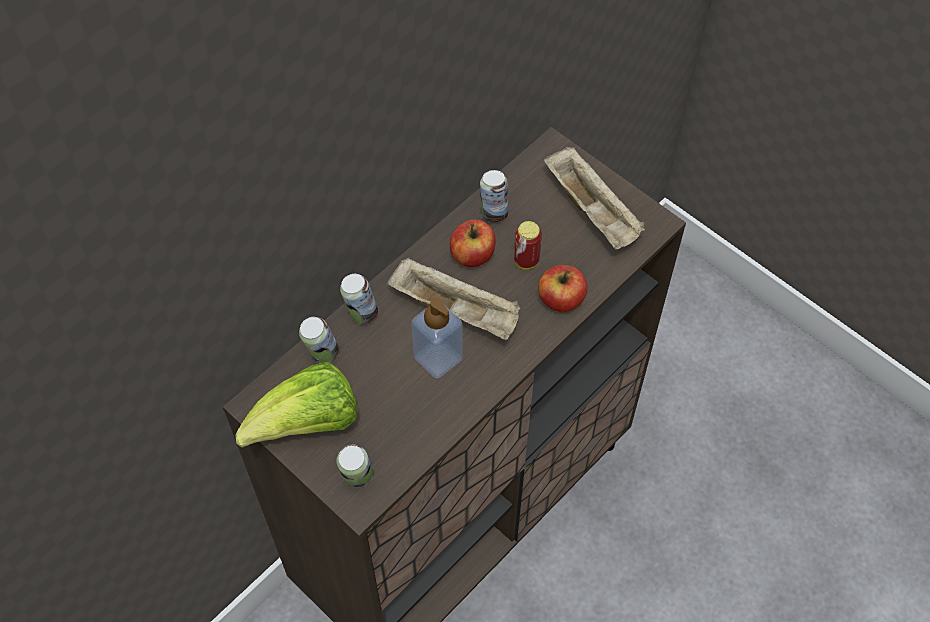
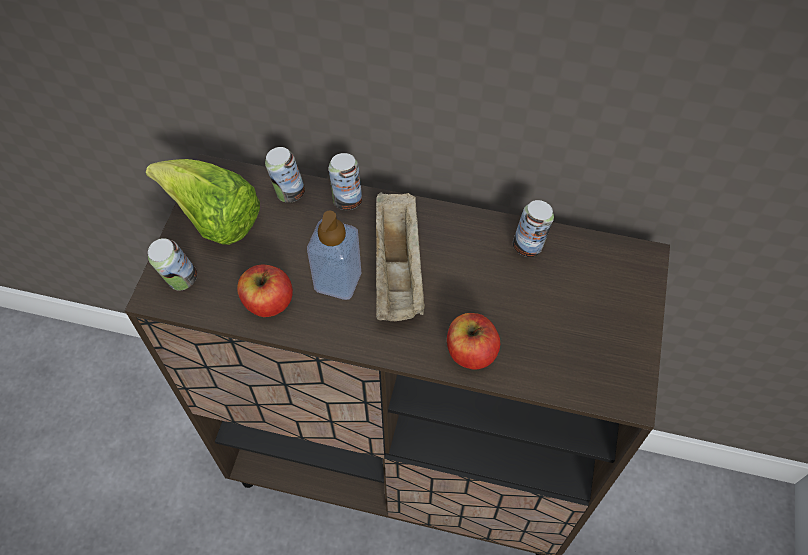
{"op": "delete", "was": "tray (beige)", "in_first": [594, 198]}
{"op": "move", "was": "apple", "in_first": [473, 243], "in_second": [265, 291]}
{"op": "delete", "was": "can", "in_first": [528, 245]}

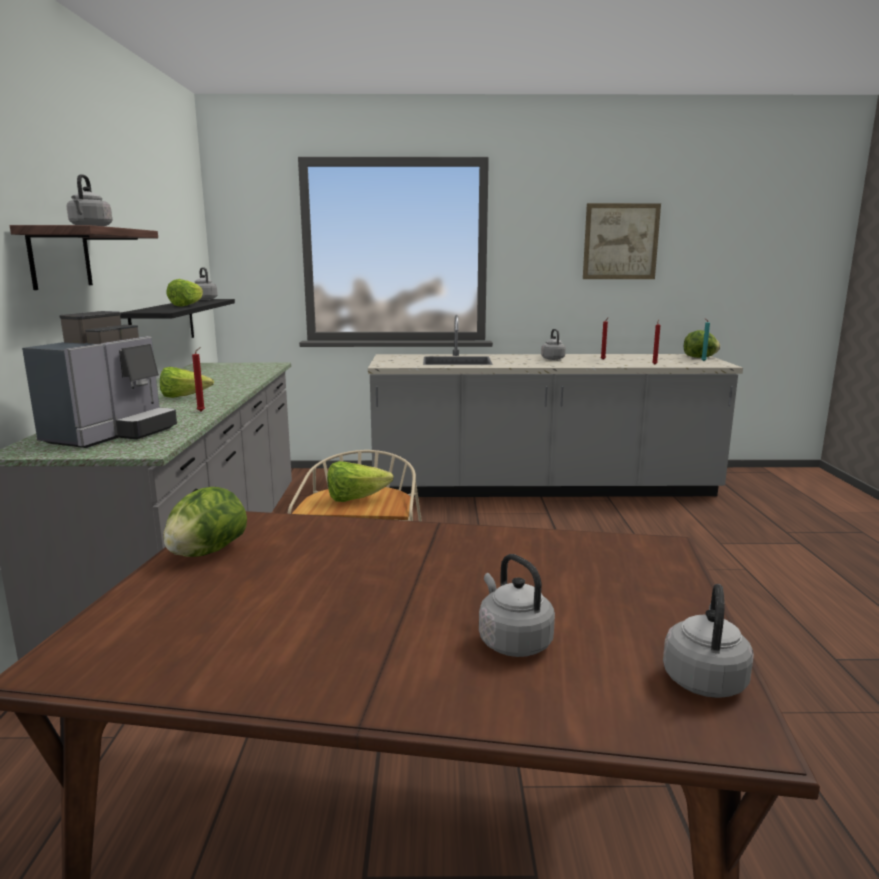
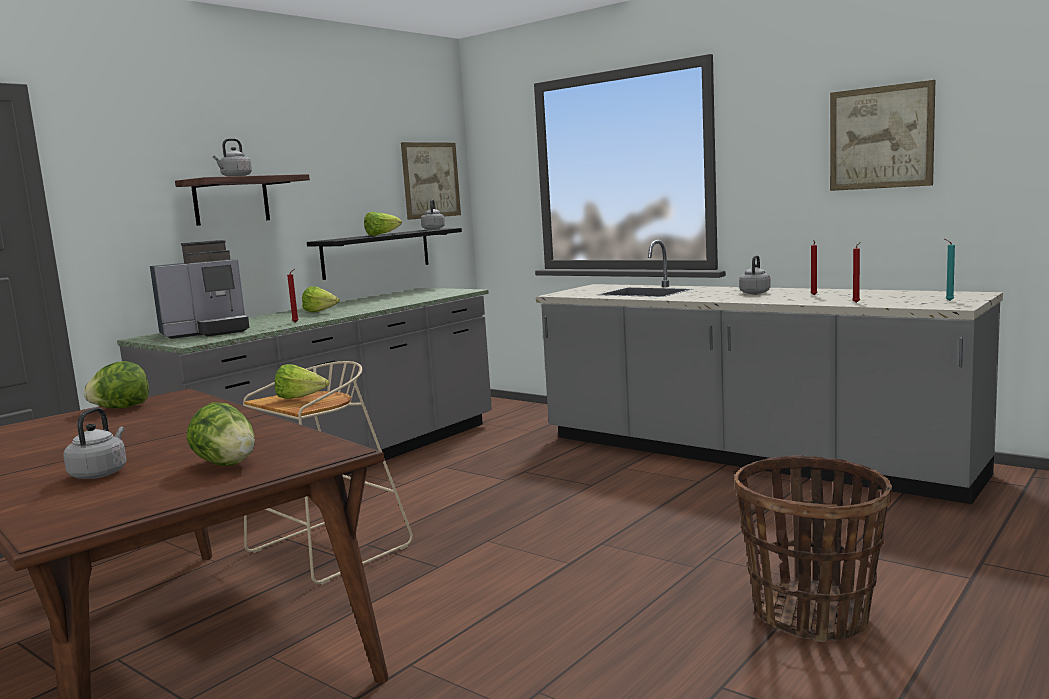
{"op": "move", "was": "lettuce", "in_first": [702, 344], "in_second": [220, 434]}
{"op": "delete", "was": "kettle (grey)", "in_first": [708, 641]}
{"op": "insert", "now": "picture", "in_second": [431, 181]}
{"op": "insert", "now": "basket", "in_second": [813, 548]}

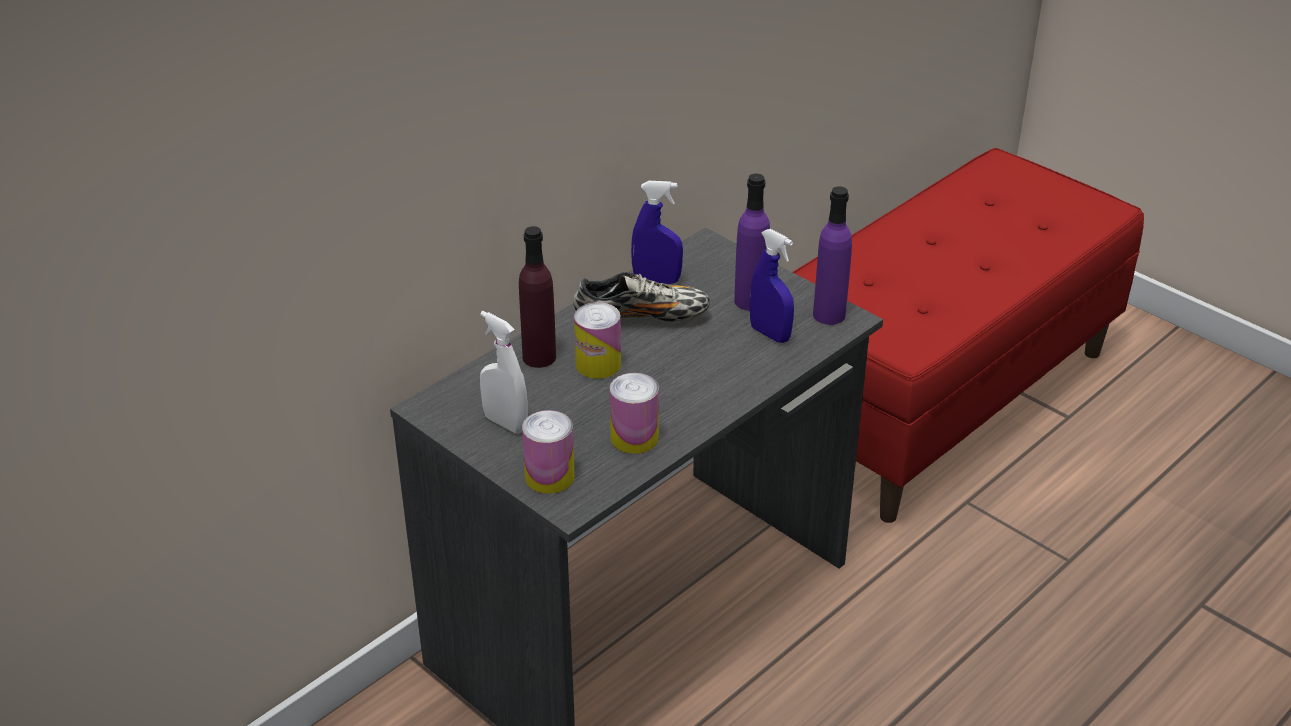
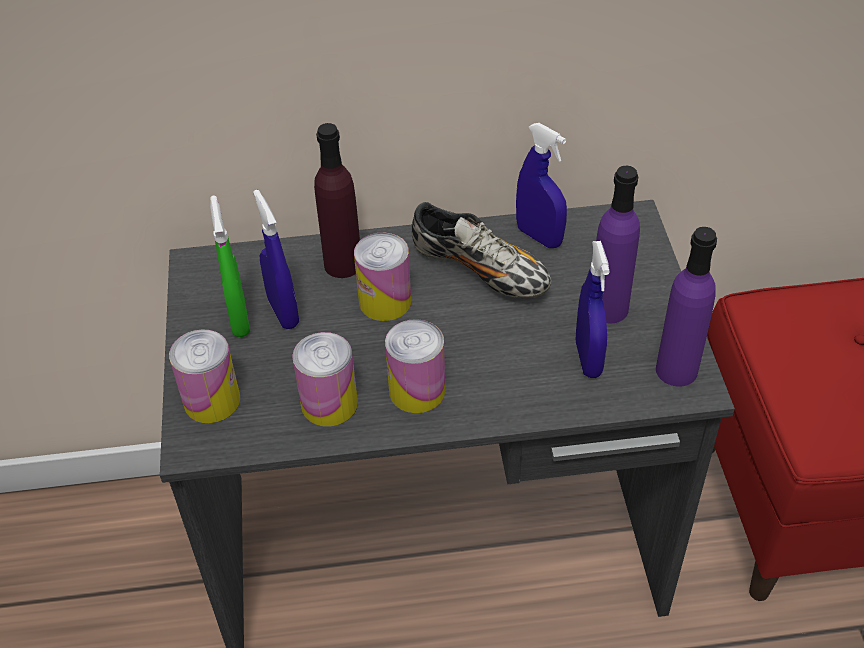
{"op": "recolor", "was": "spray bottle (white)", "now": "spray bottle (green)", "in_first": [504, 372], "in_second": [230, 266]}
{"op": "insert", "now": "spray bottle (blue)", "in_second": [276, 259]}
{"op": "insert", "now": "can", "in_second": [415, 366]}

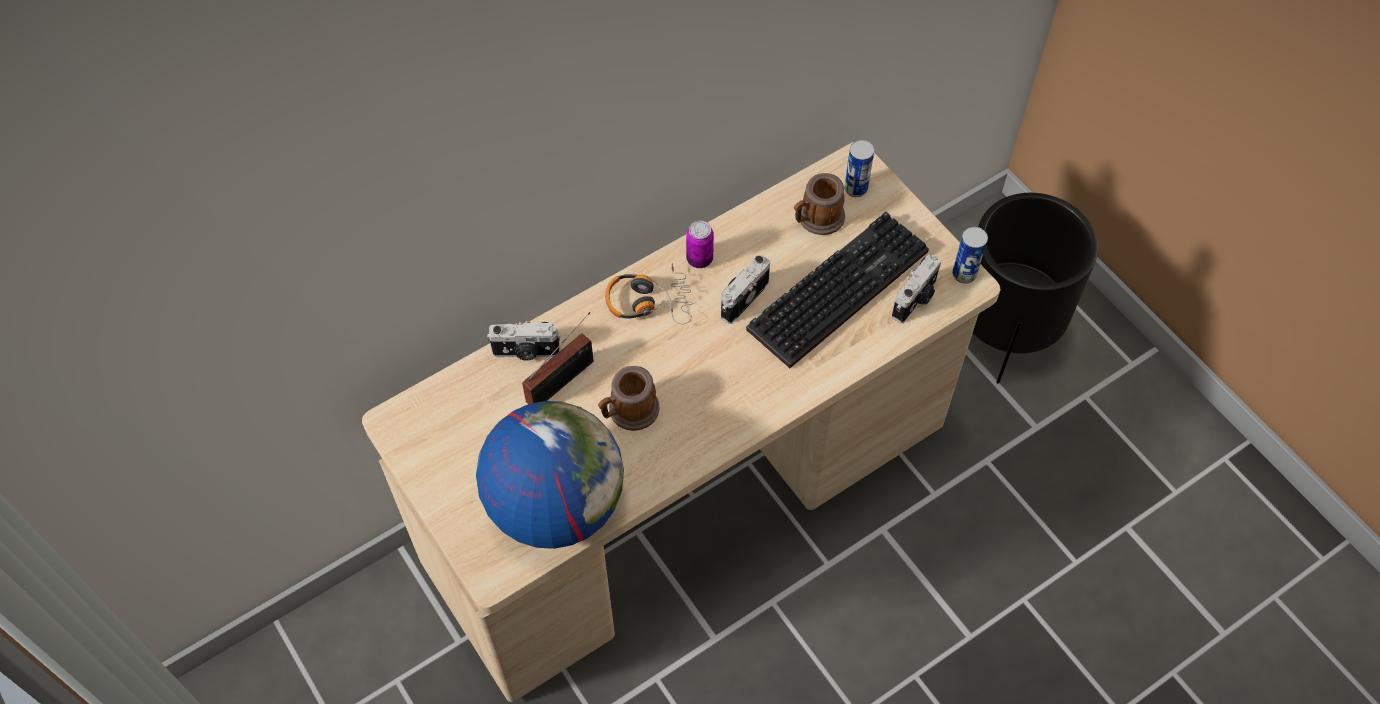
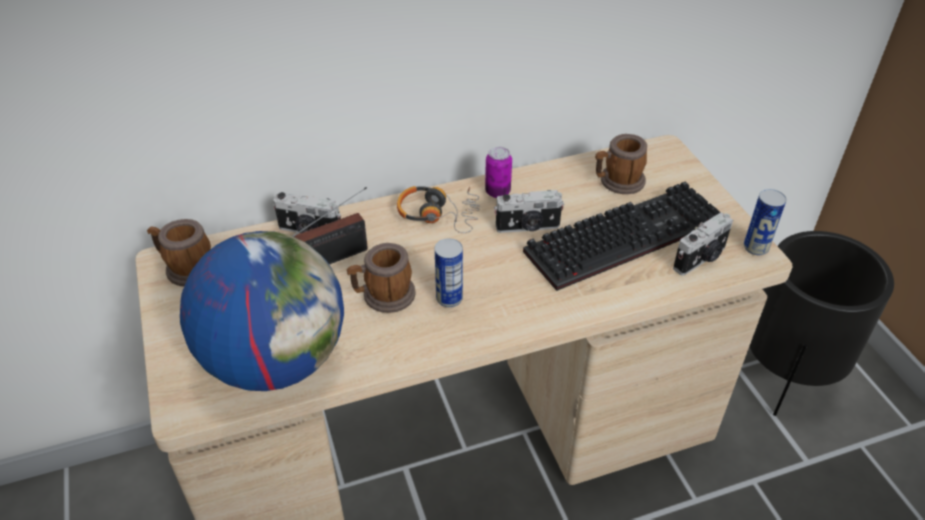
{"op": "move", "was": "can", "in_first": [859, 168], "in_second": [449, 272]}
{"op": "rotate", "was": "photo camera", "in_first": [745, 289], "in_second": [529, 211], "clockwise": -150}
{"op": "insert", "now": "mug", "in_second": [179, 252]}

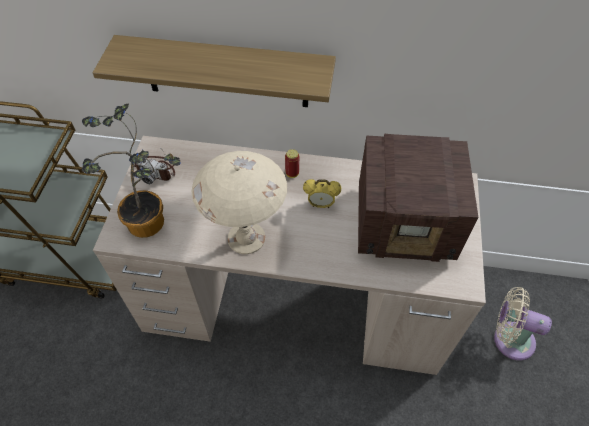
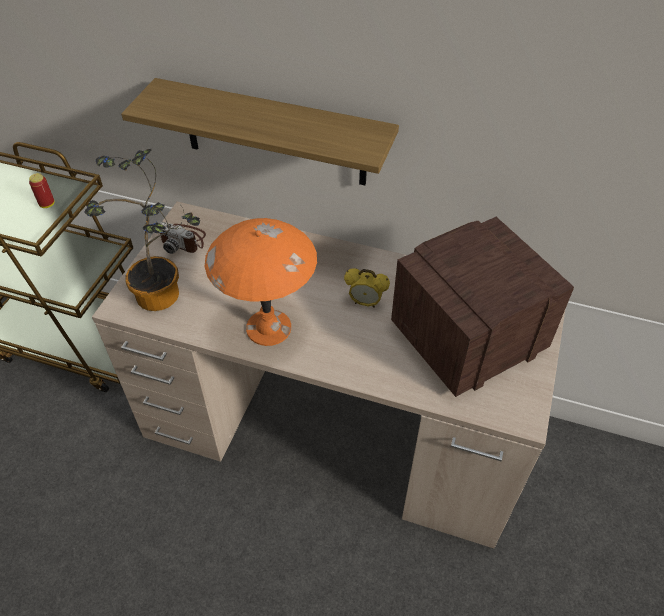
{"op": "rotate", "was": "radio", "in_first": [418, 198], "in_second": [482, 307], "clockwise": 135}
{"op": "move", "was": "can", "in_first": [292, 163], "in_second": [42, 190]}
{"op": "recolor", "was": "table lamp (beige)", "now": "table lamp (orange)", "in_first": [239, 202], "in_second": [260, 282]}
{"op": "delete", "was": "fan (beige)", "in_first": [523, 323]}

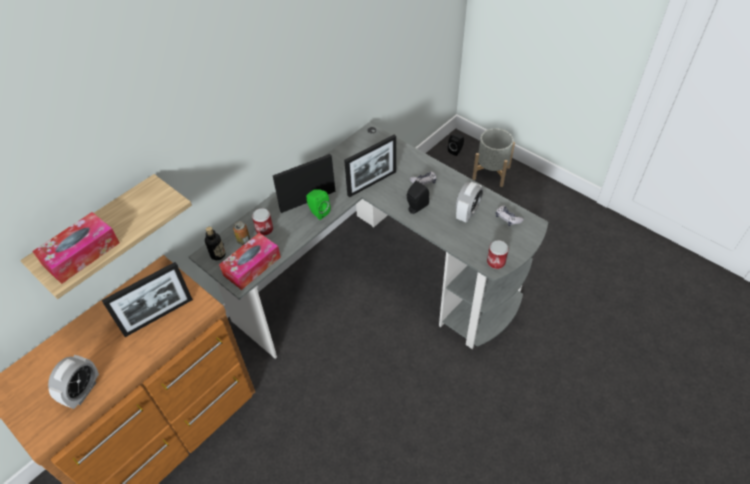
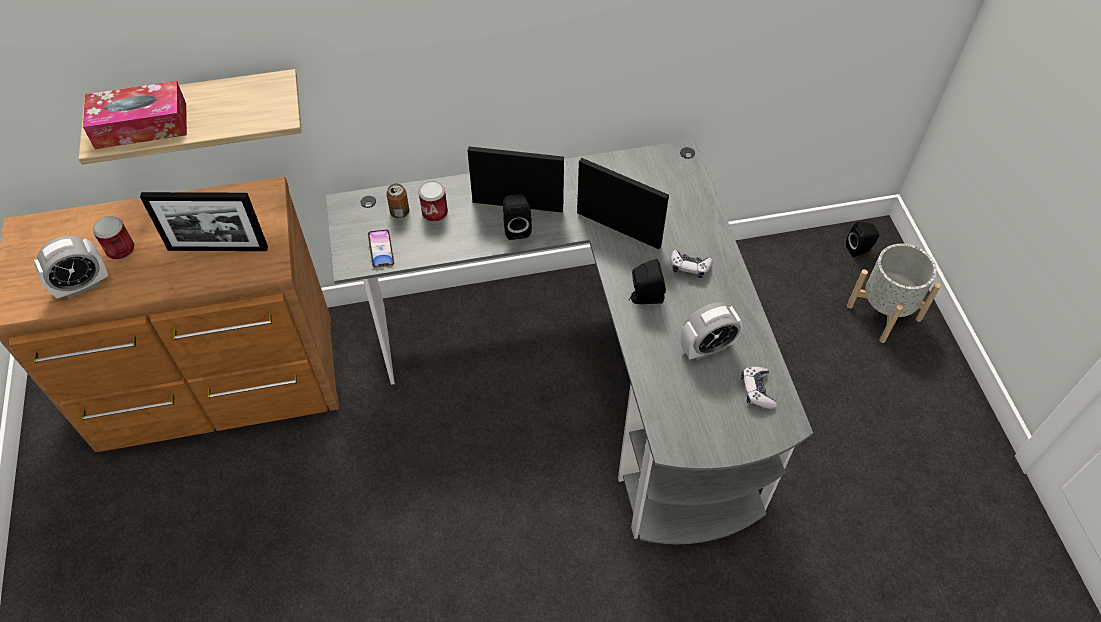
{"op": "rotate", "was": "picture frame", "in_first": [370, 166], "in_second": [623, 203], "clockwise": -150}
{"op": "recolor", "was": "speaker (green)", "now": "speaker (black)", "in_first": [318, 204], "in_second": [517, 217]}
{"op": "delete", "was": "bottle", "in_first": [215, 243]}
{"op": "replace", "was": "tissue box", "now": "phone", "in_first": [250, 261], "in_second": [381, 249]}
{"op": "move", "was": "can", "in_first": [498, 254], "in_second": [113, 238]}

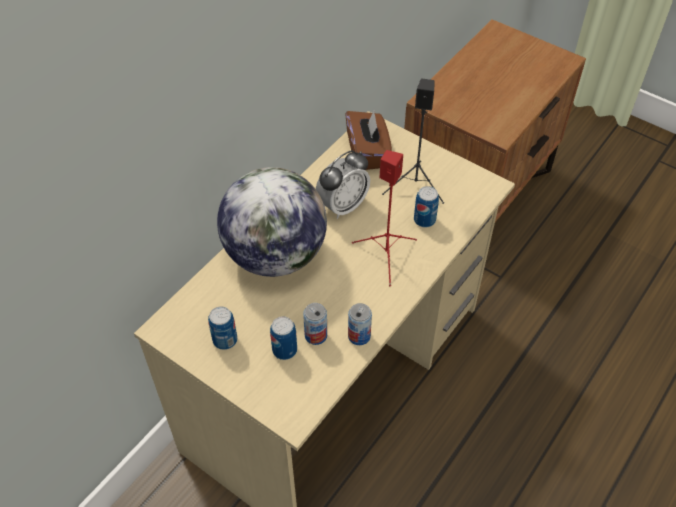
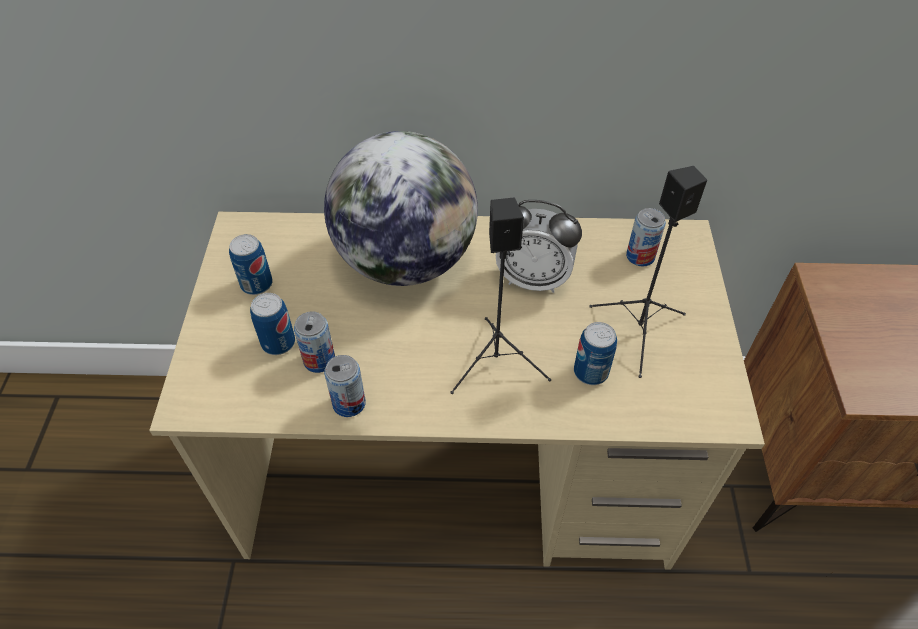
{"op": "replace", "was": "tissue box (brown)", "now": "can", "in_first": [368, 139], "in_second": [646, 237]}
{"op": "recolor", "was": "speaker (red)", "now": "speaker (black)", "in_first": [384, 218], "in_second": [500, 296]}

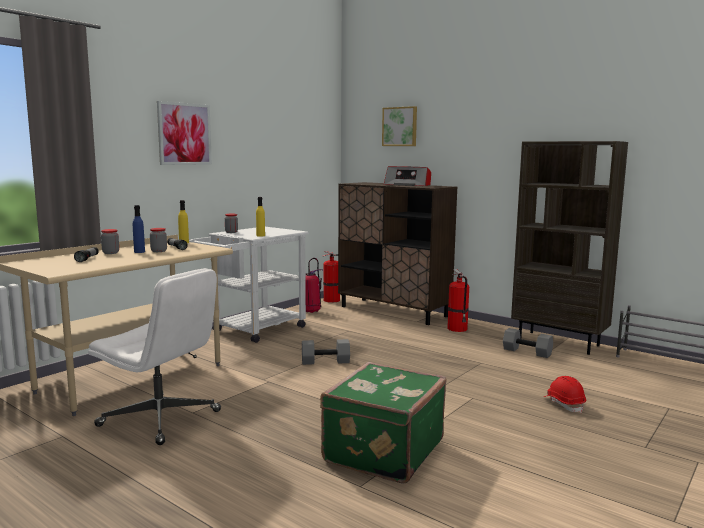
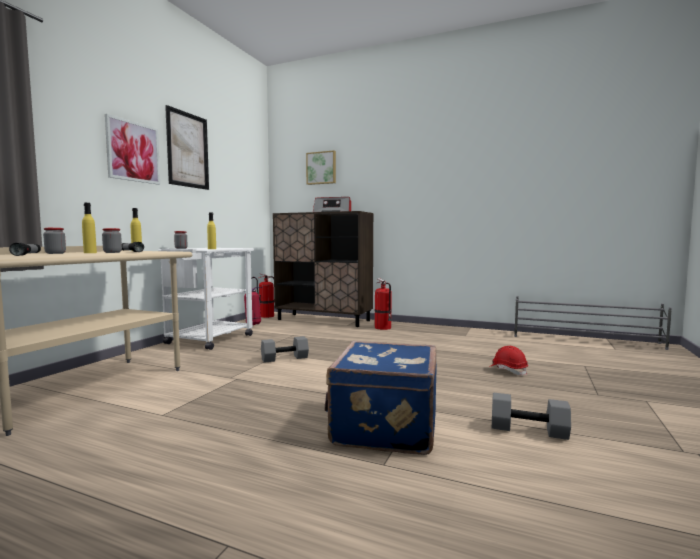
{"op": "delete", "was": "bookcase (brown)", "in_first": [569, 248]}
{"op": "recolor", "was": "bottle (blue)", "now": "bottle (yellow)", "in_first": [139, 229], "in_second": [89, 228]}
{"op": "delete", "was": "office chair (white)", "in_first": [154, 356]}
{"op": "move", "was": "dumbbell (grey)", "in_first": [528, 343], "in_second": [531, 416]}
{"op": "recolor", "was": "suitcase (green)", "now": "suitcase (blue)", "in_first": [383, 422], "in_second": [380, 398]}
{"op": "insert", "now": "picture", "in_second": [187, 147]}

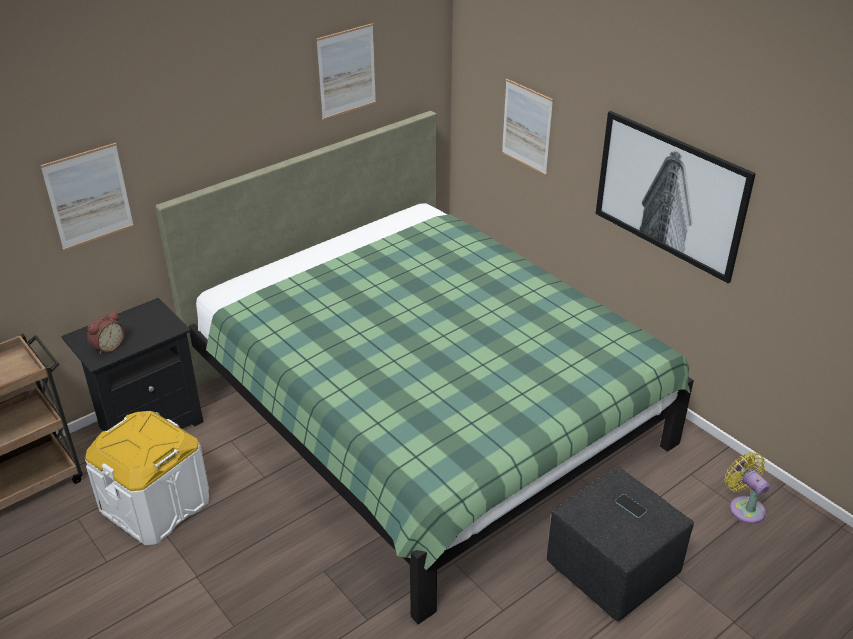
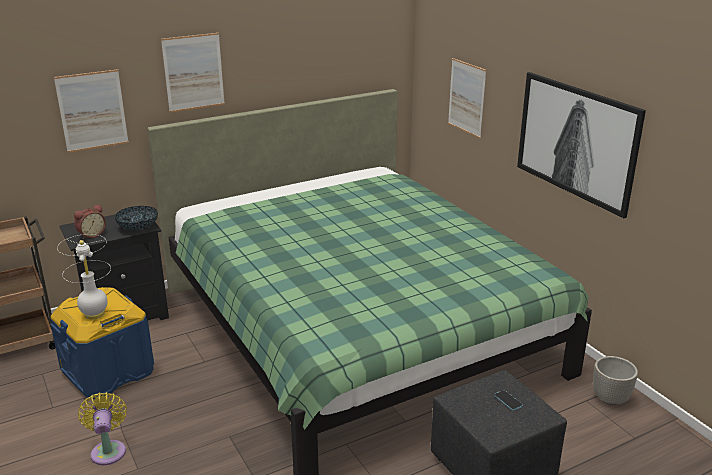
{"op": "move", "was": "picture", "in_first": [346, 71], "in_second": [193, 72]}
{"op": "recolor", "was": "storage box (white)", "now": "storage box (blue)", "in_first": [147, 478], "in_second": [102, 343]}
{"op": "move", "was": "fan (yellow)", "in_first": [747, 488], "in_second": [102, 428]}
{"op": "insert", "now": "bowl", "in_second": [136, 218]}
{"op": "insert", "now": "table lamp (white)", "in_second": [84, 277]}
{"op": "insert", "now": "planter", "in_second": [615, 380]}

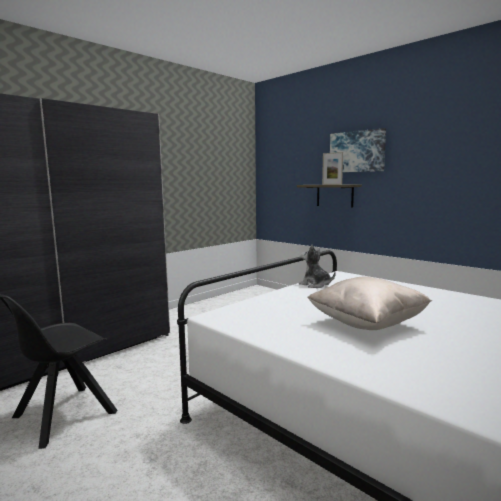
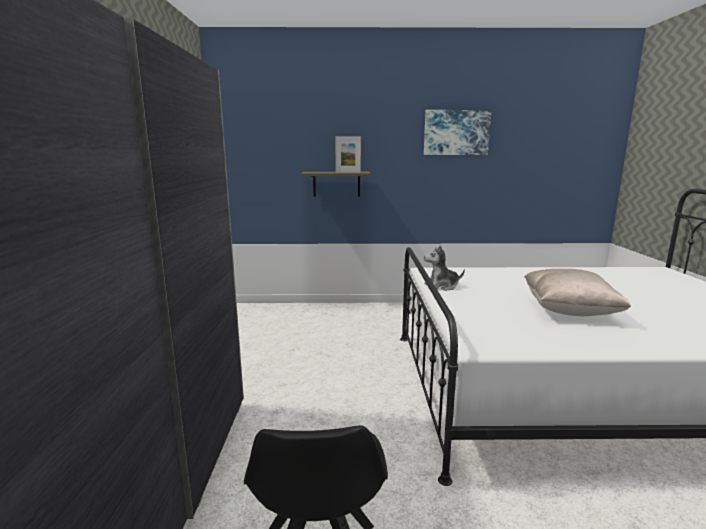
{"op": "move", "was": "picture", "in_first": [358, 150], "in_second": [457, 132]}

